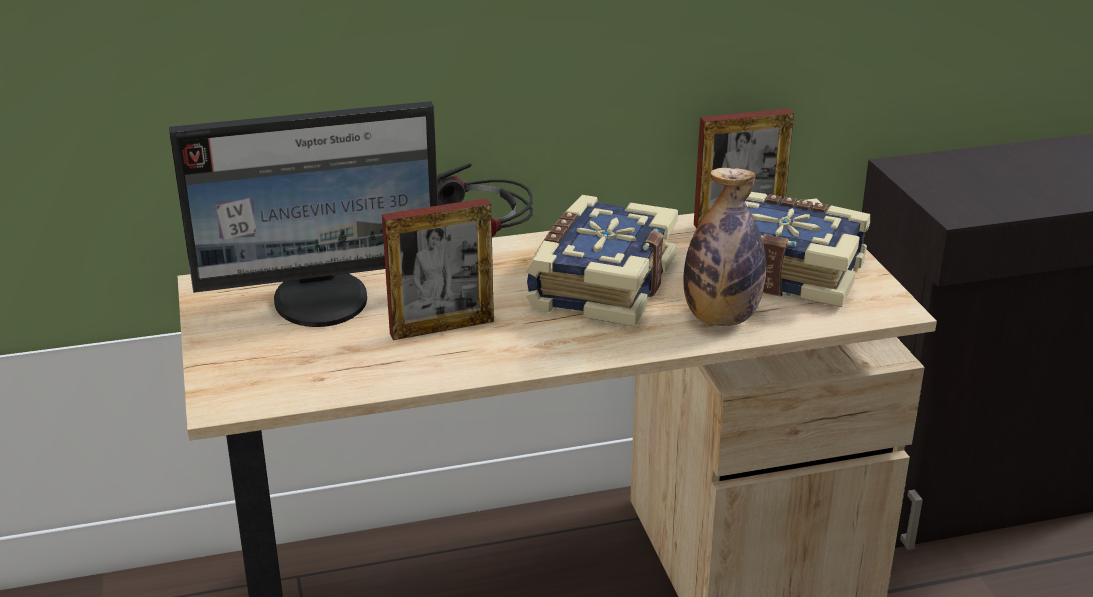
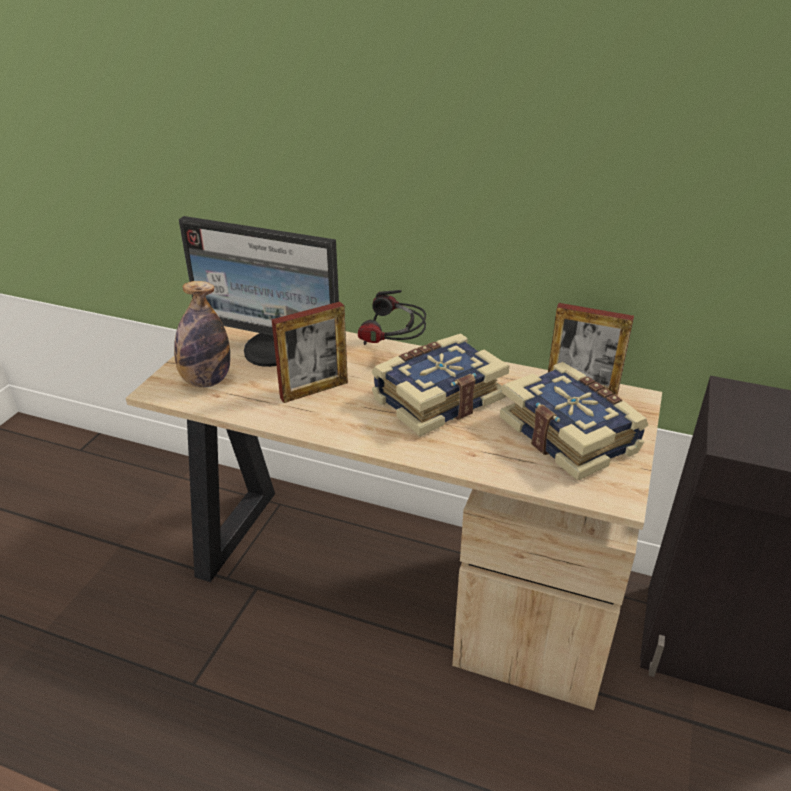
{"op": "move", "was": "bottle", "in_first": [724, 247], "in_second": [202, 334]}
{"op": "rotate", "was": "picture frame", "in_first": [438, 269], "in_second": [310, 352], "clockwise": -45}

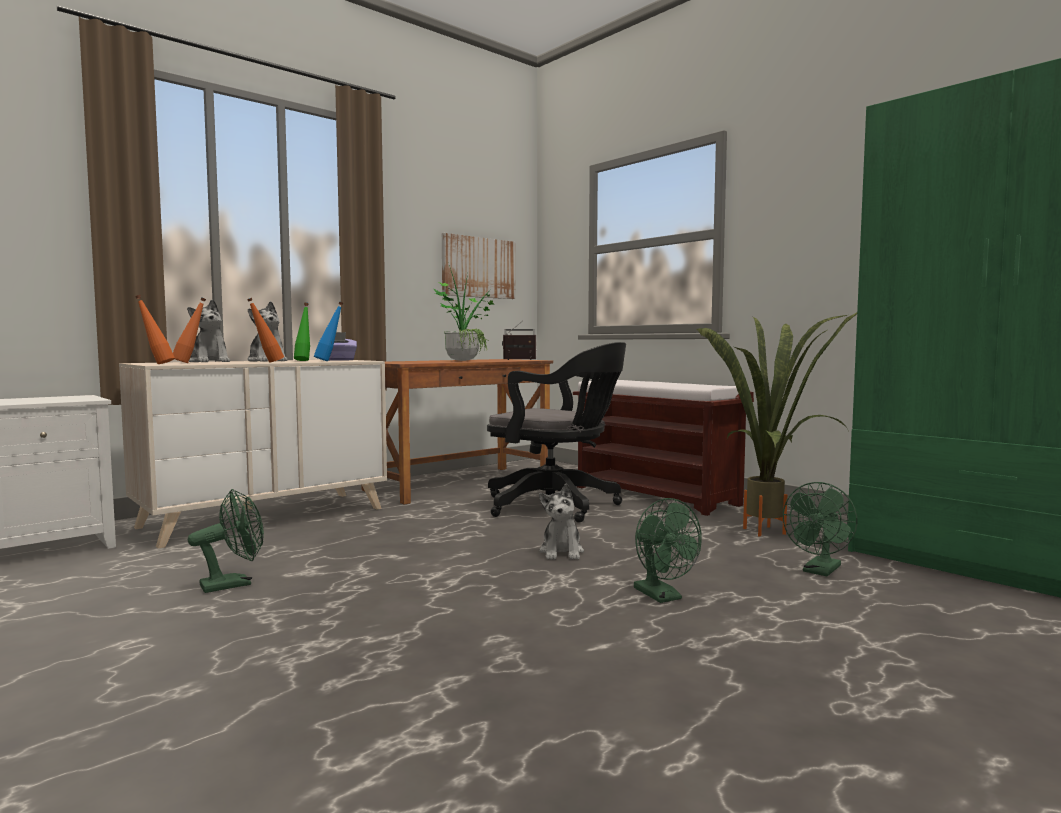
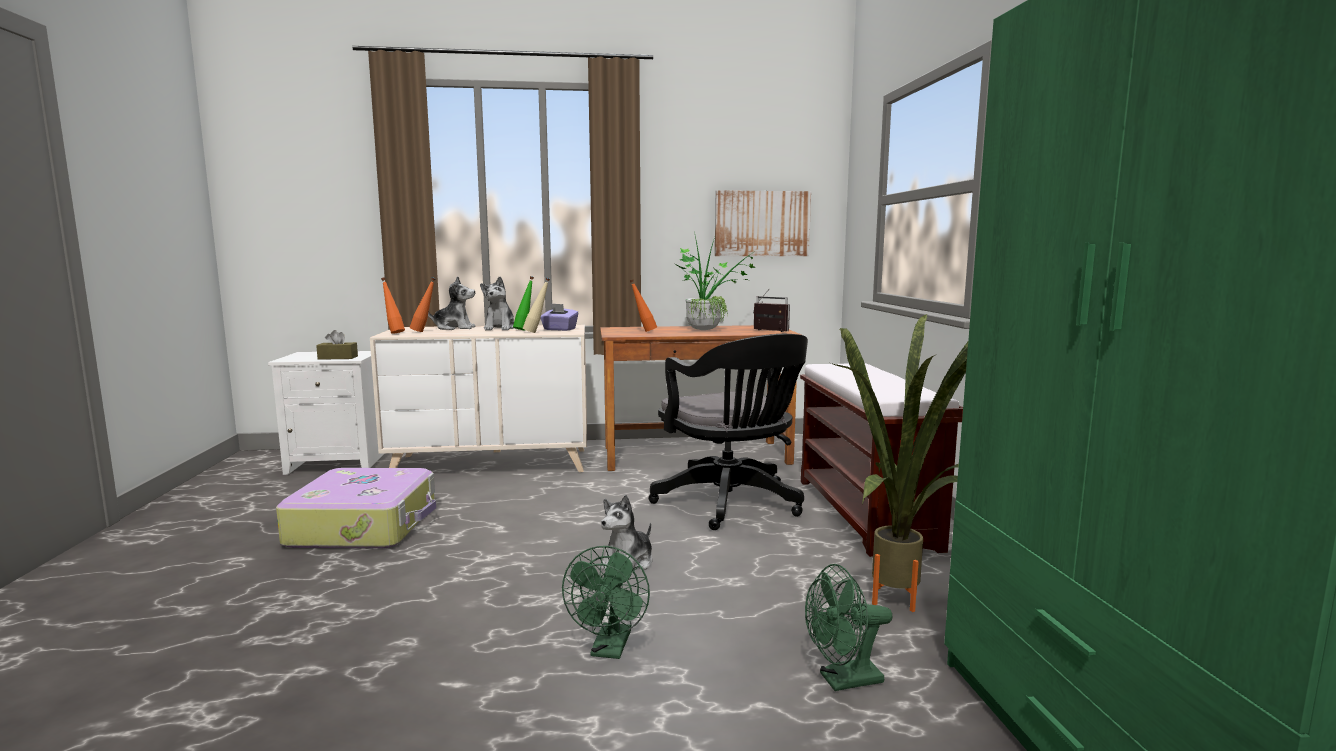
{"op": "move", "was": "bottle (orange)", "in_first": [265, 330], "in_second": [643, 306]}
{"op": "rotate", "was": "plush toy", "in_first": [208, 331], "in_second": [452, 303], "clockwise": -90}
{"op": "recolor", "was": "bottle (blue)", "now": "bottle (beige)", "in_first": [328, 331], "in_second": [536, 305]}
{"op": "replace", "was": "fan (green)", "now": "suitcase", "in_first": [226, 541], "in_second": [356, 508]}
{"op": "insert", "now": "tissue box (brown)", "in_second": [337, 345]}

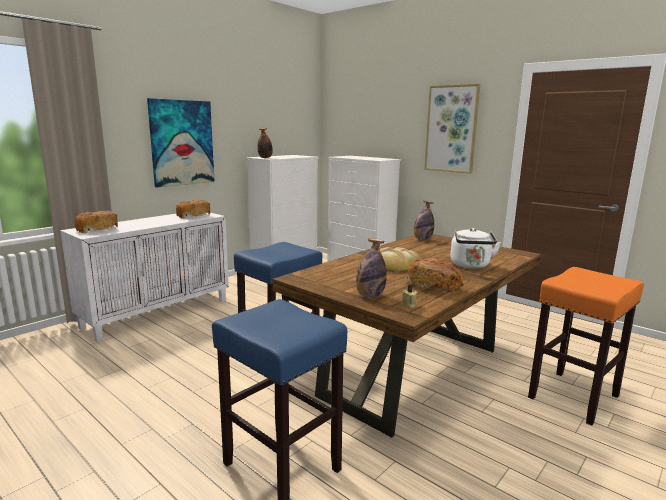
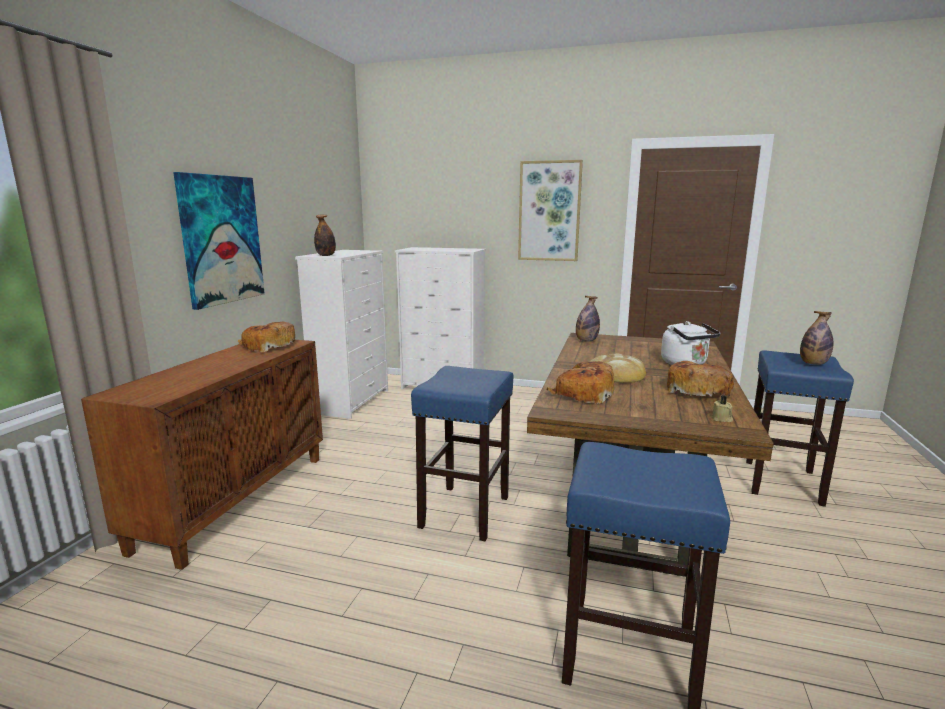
{"op": "move", "was": "bread", "in_first": [96, 222], "in_second": [580, 382]}
{"op": "recolor", "was": "cabinet (white)", "now": "cabinet (brown)", "in_first": [144, 277], "in_second": [202, 455]}
{"op": "move", "was": "bottle", "in_first": [371, 268], "in_second": [817, 338]}
{"op": "recolor", "was": "stool (orange)", "now": "stool (blue)", "in_first": [586, 346], "in_second": [800, 429]}

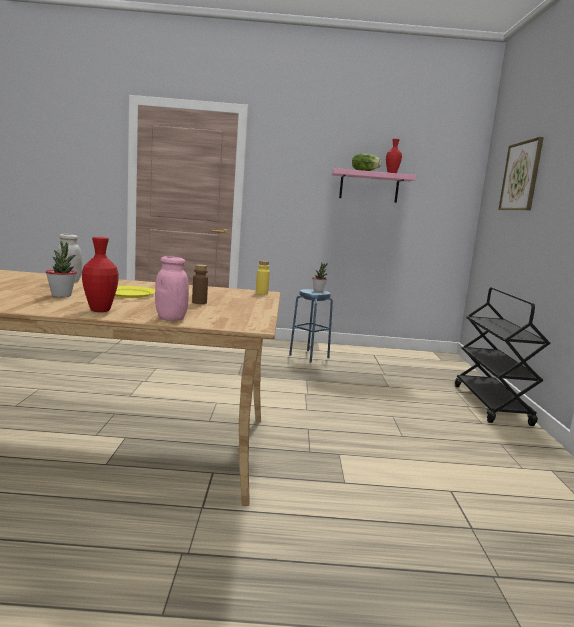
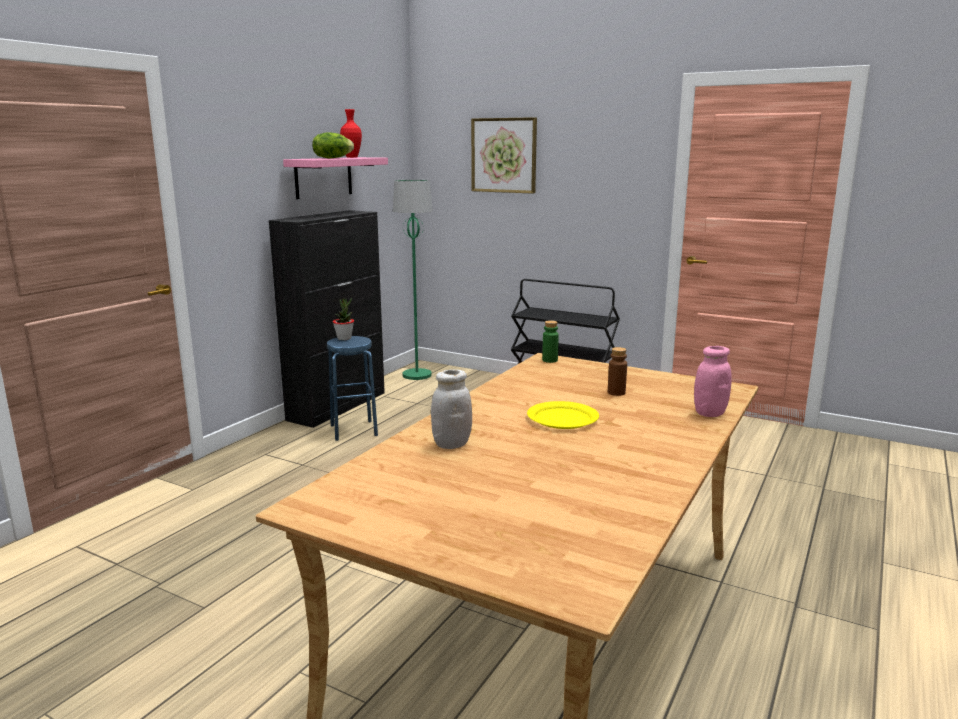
{"op": "delete", "was": "vase (red)", "in_first": [100, 274]}
{"op": "delete", "was": "potted plant", "in_first": [61, 269]}
{"op": "recolor", "was": "bottle (yellow)", "now": "bottle (green)", "in_first": [263, 277], "in_second": [550, 341]}
{"op": "insert", "now": "floor lamp (green)", "in_second": [413, 280]}
{"op": "insert", "now": "cabinet (black)", "in_second": [327, 319]}

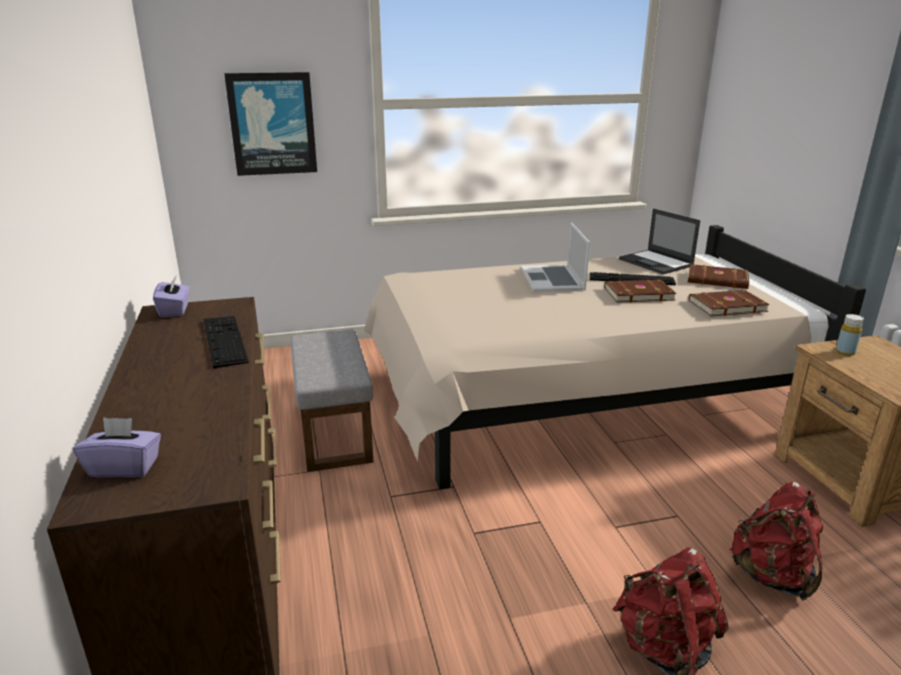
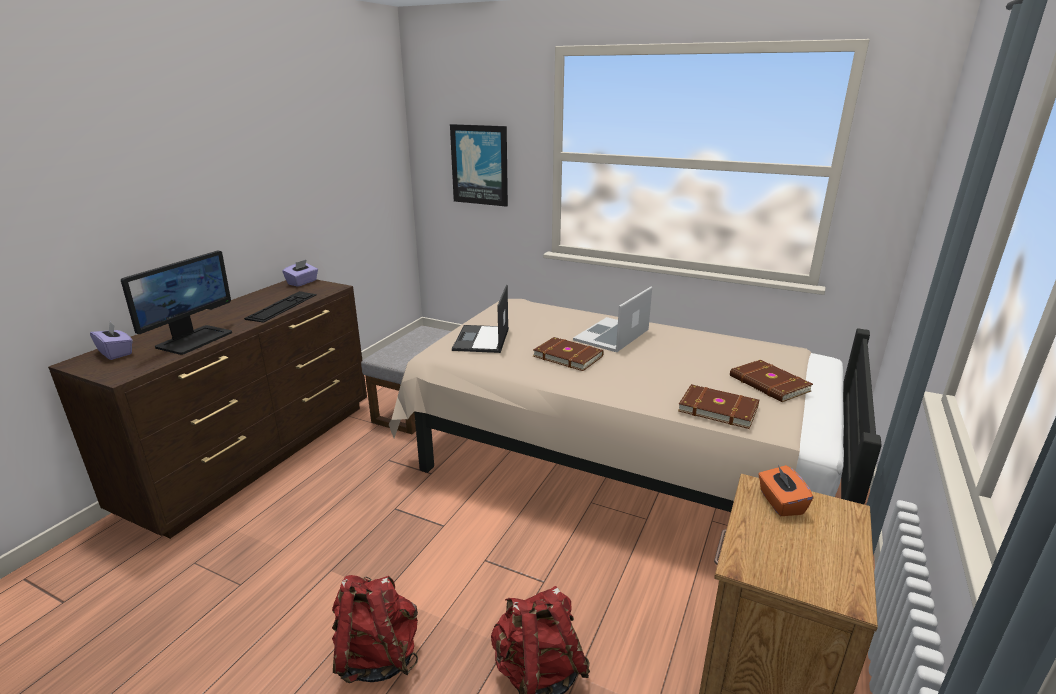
{"op": "move", "was": "laptop", "in_first": [660, 241], "in_second": [480, 319]}
{"op": "delete", "was": "keyboard", "in_first": [633, 278]}
{"op": "move", "was": "book (brown)", "in_first": [640, 291], "in_second": [568, 354]}
{"op": "replace", "was": "bottle (yellow)", "now": "tissue box (orange)", "in_first": [850, 335], "in_second": [785, 490]}
{"op": "insert", "now": "monitor", "in_second": [176, 302]}

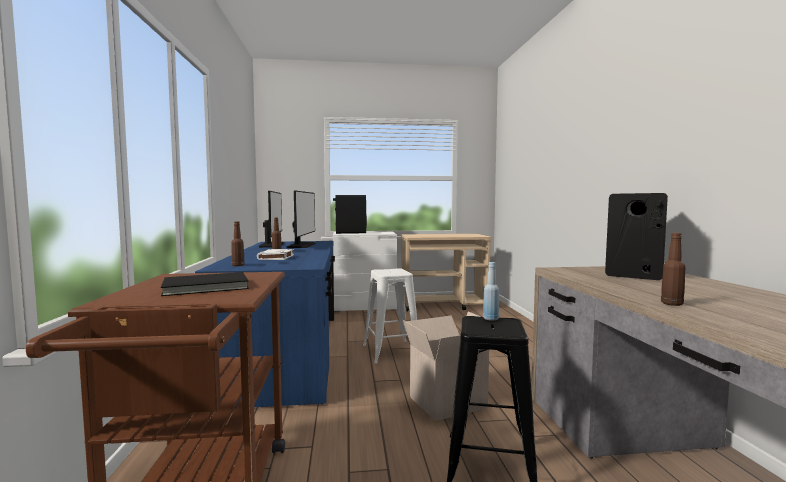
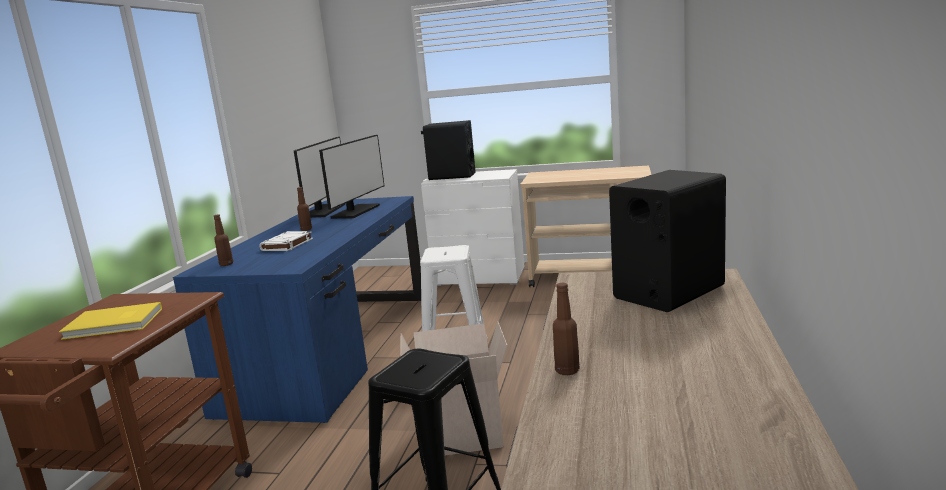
{"op": "delete", "was": "bottle (blue)", "in_first": [491, 291]}
{"op": "recolor", "was": "book (black)", "now": "book (yellow)", "in_first": [205, 284], "in_second": [110, 321]}

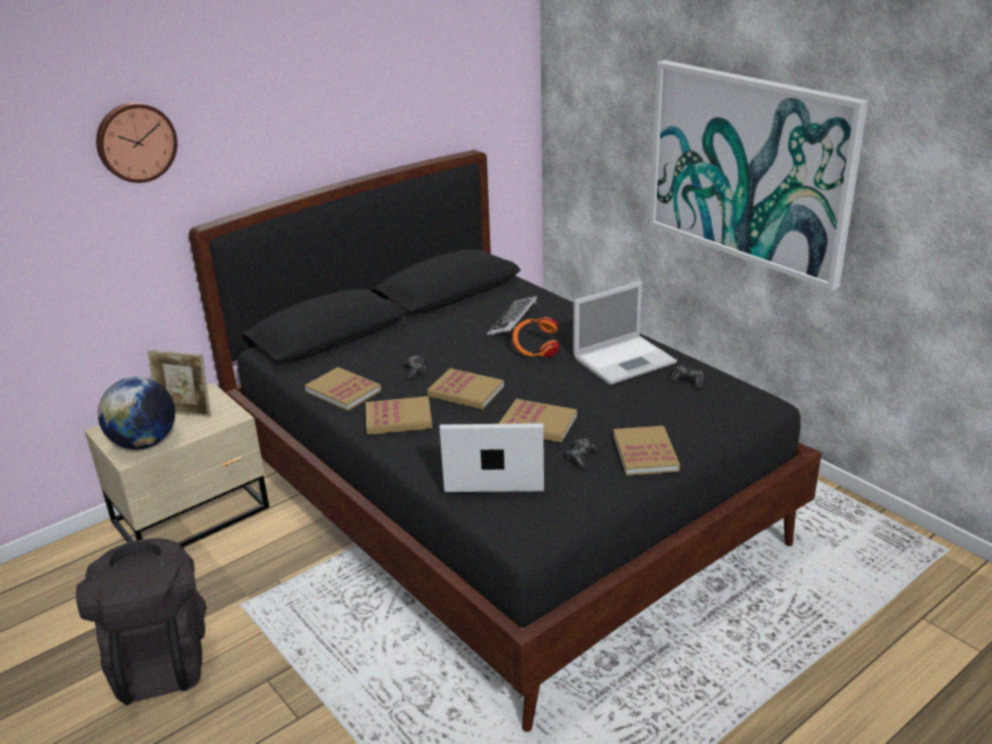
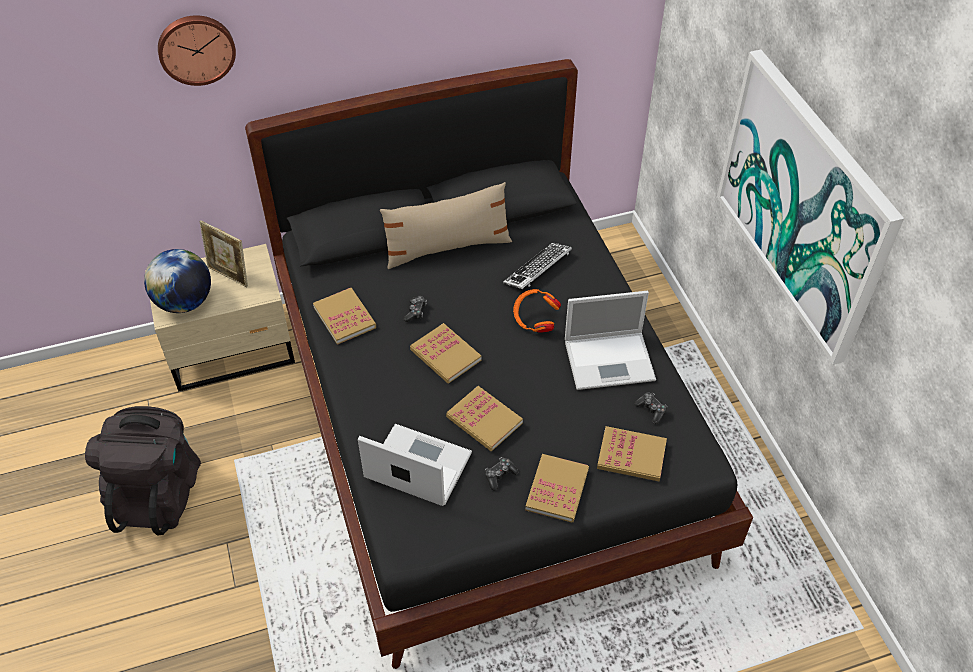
{"op": "move", "was": "book", "in_first": [399, 415], "in_second": [632, 454]}
{"op": "insert", "now": "pillow (beige)", "in_second": [446, 225]}

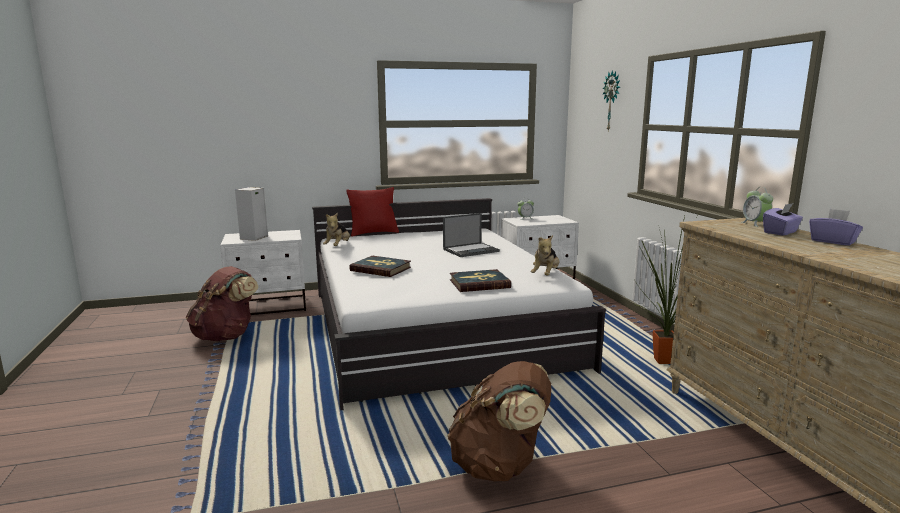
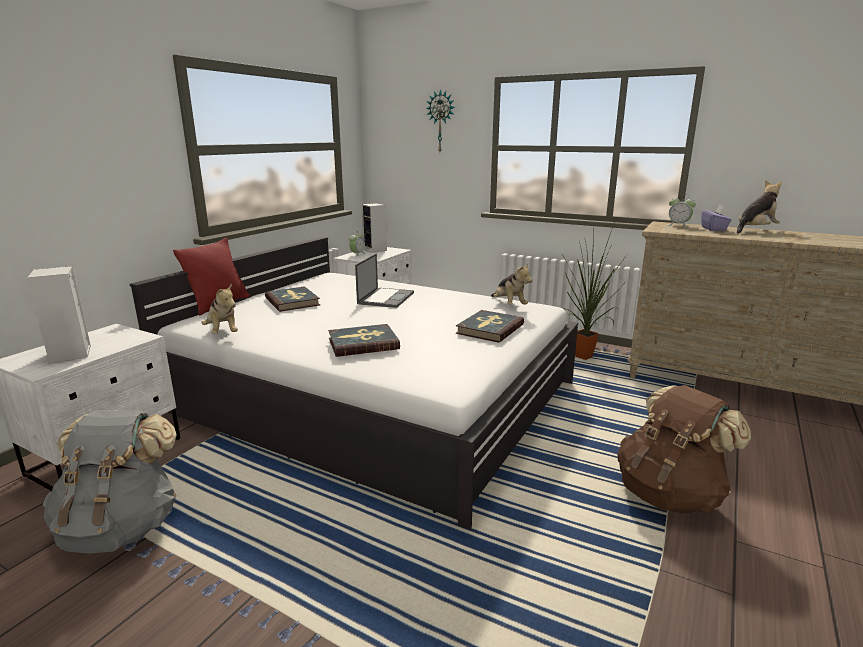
{"op": "replace", "was": "tissue box (purple)", "now": "plush toy", "in_first": [836, 227], "in_second": [759, 207]}
{"op": "recolor", "was": "backpack (brown)", "now": "backpack (grey)", "in_first": [222, 303], "in_second": [110, 481]}
{"op": "insert", "now": "speaker", "in_second": [374, 228]}
{"op": "insert", "now": "book", "in_second": [292, 299]}

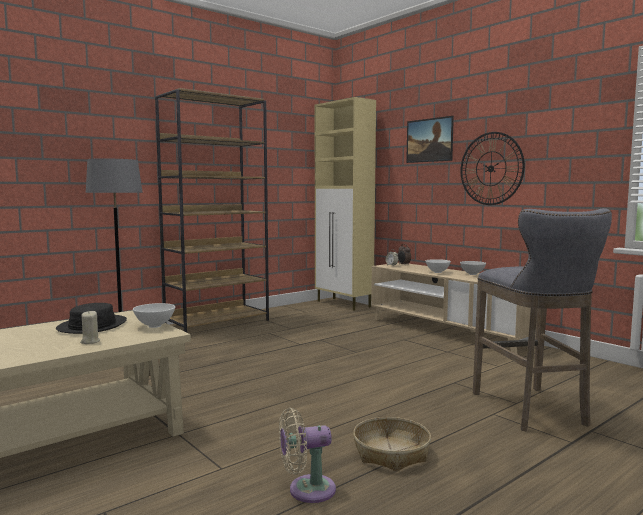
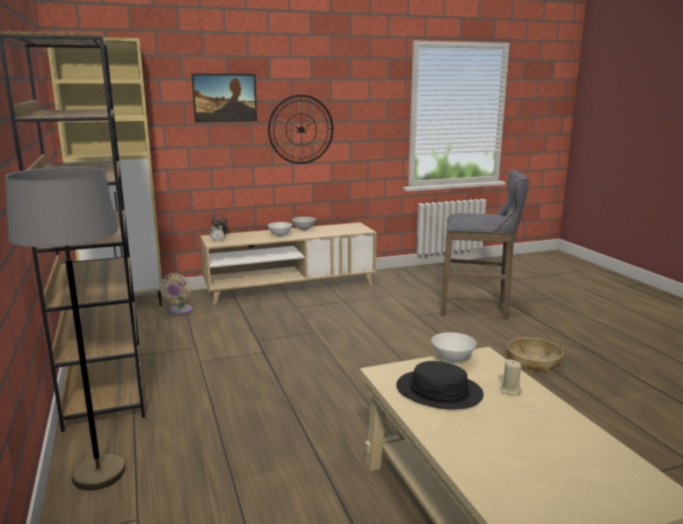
{"op": "move", "was": "fan (beige)", "in_first": [307, 455], "in_second": [176, 294]}

